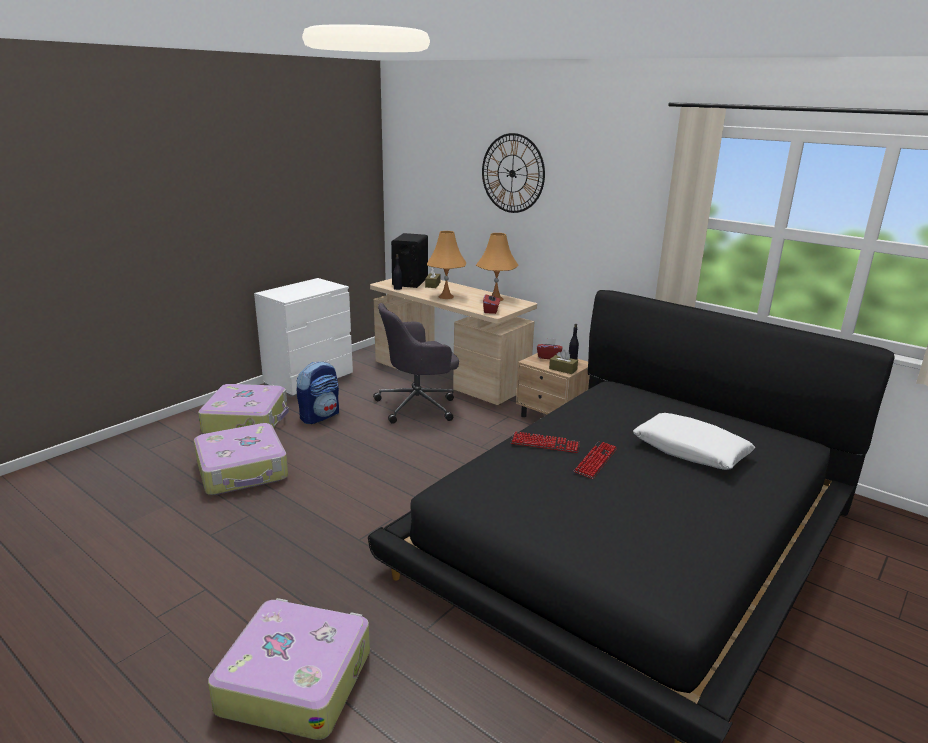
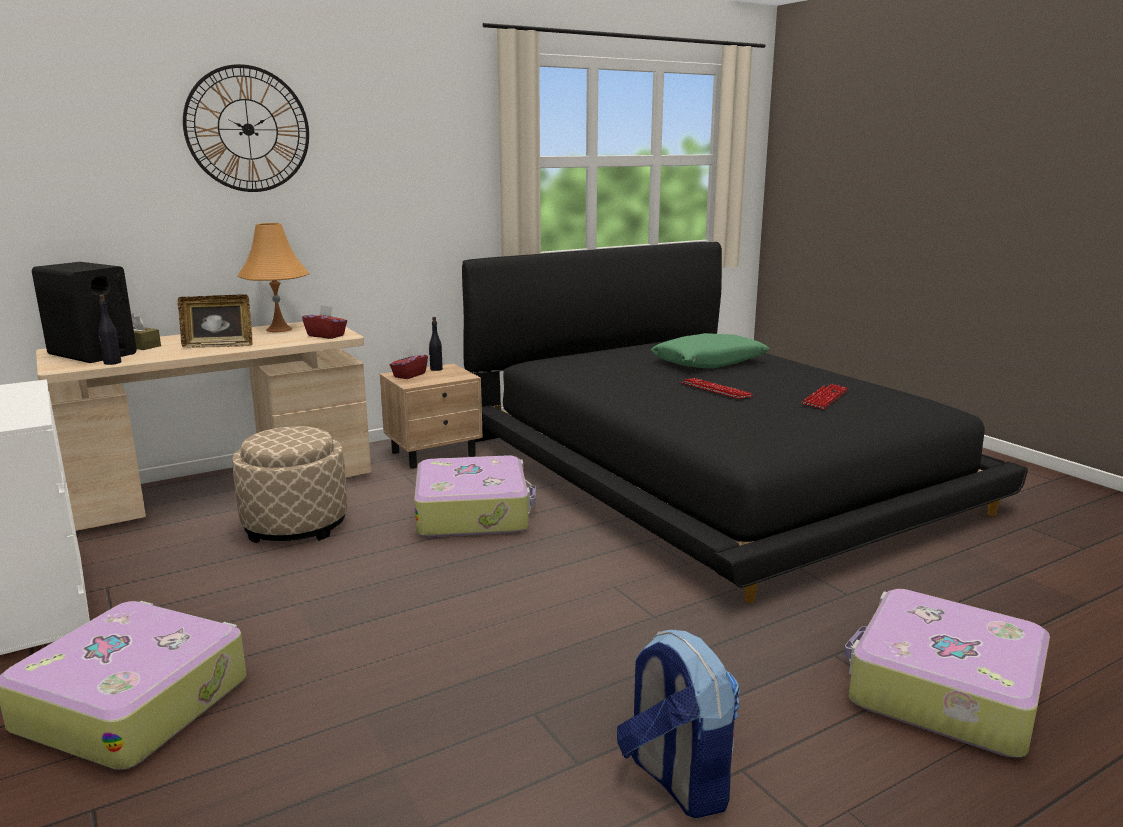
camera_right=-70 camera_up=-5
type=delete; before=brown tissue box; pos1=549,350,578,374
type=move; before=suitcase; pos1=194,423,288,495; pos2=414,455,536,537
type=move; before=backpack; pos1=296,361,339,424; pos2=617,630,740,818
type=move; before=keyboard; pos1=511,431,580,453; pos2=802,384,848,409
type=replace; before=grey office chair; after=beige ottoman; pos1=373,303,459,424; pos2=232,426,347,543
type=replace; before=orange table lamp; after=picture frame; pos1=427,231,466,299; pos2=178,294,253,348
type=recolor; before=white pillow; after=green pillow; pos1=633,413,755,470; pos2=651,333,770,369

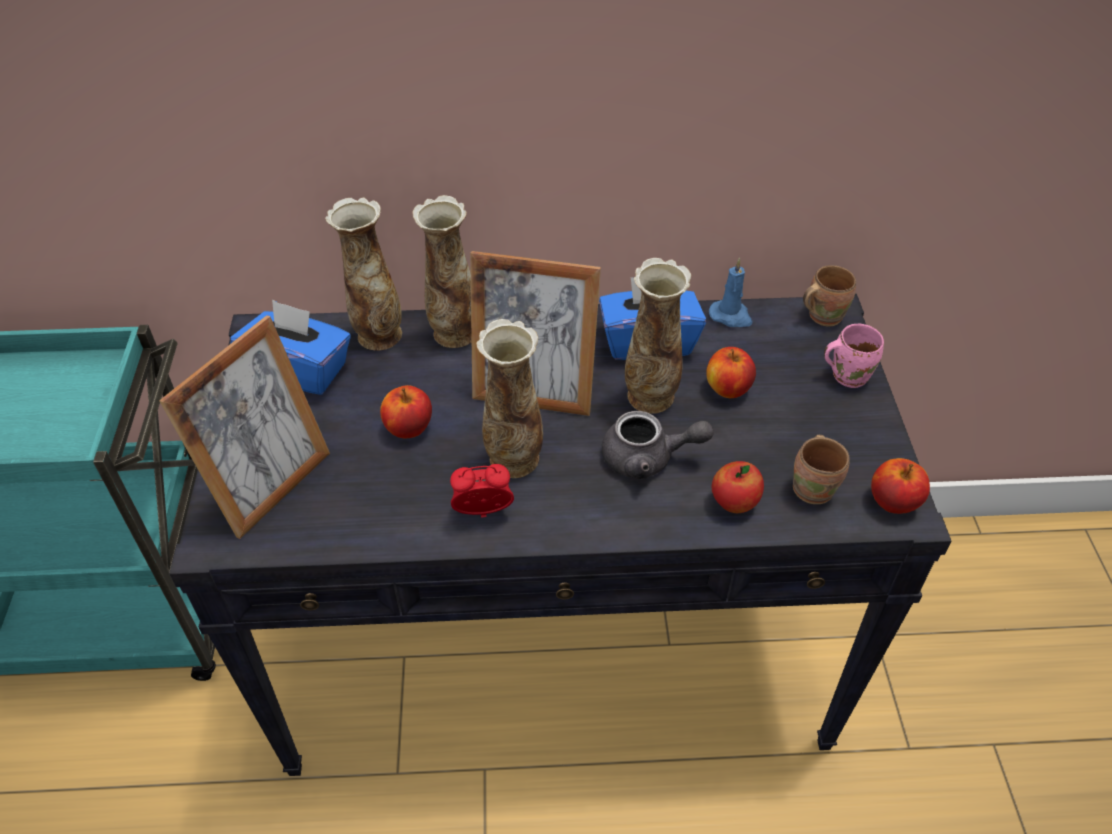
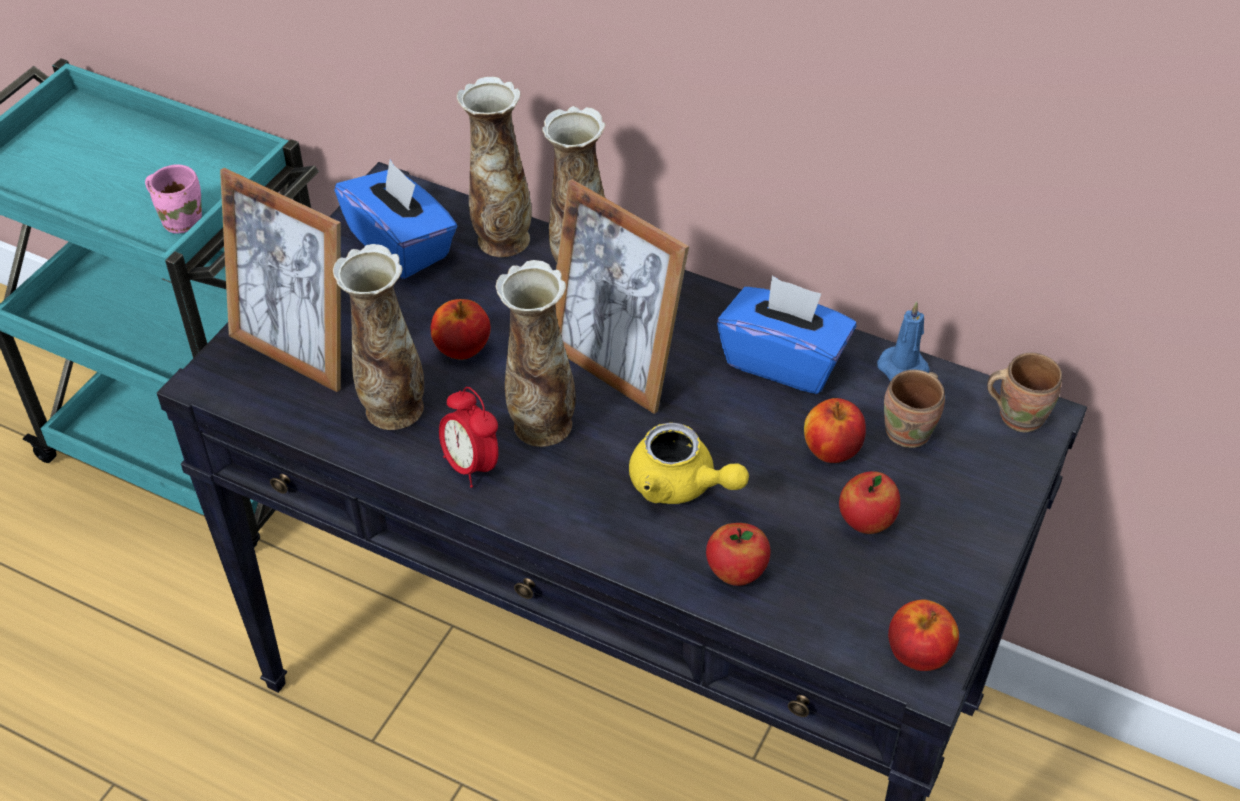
camera_right=30 camera_up=0
type=insert; after=apple; pos2=839,471,900,534
type=move; before=vase; pos1=625,258,691,414; pos2=333,244,424,430
type=move; before=brown mug; pos1=793,435,850,504; pos2=884,370,945,448
type=move; before=pink mug; pos1=824,323,884,388; pos2=145,164,202,233
type=recolor; before=grey teapot; after=yellow teapot; pos1=602,411,714,479; pos2=629,422,749,504
type=rotate; before=picture frame; pos1=159,315,330,539; pos2=220,168,341,392; turn=60
type=rotate; before=alarm clock; pos1=450,464,514,518; pos2=439,387,498,488; turn=-150

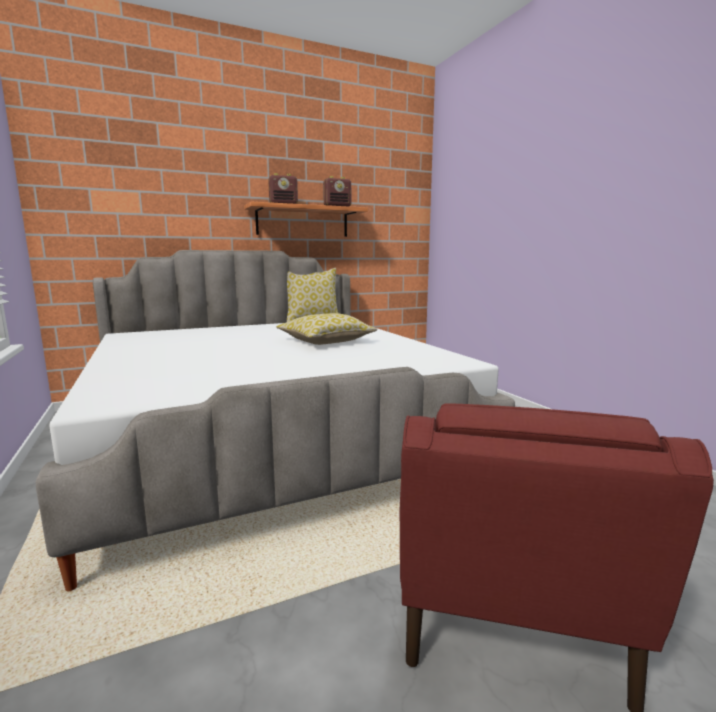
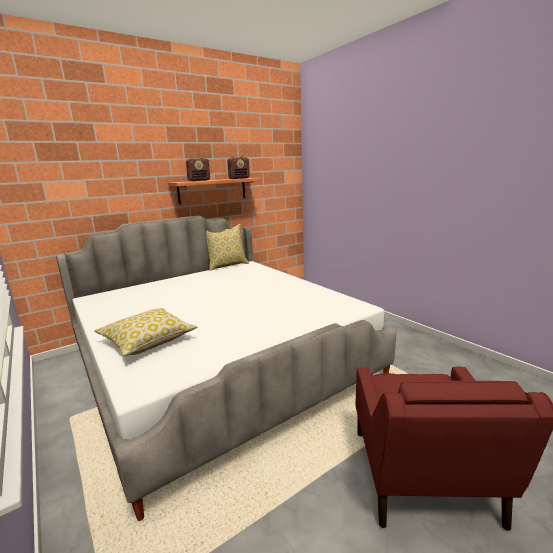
camera_right=-10 camera_up=5
type=move; before=pillow; pos1=276,313,378,345; pos2=94,308,197,356

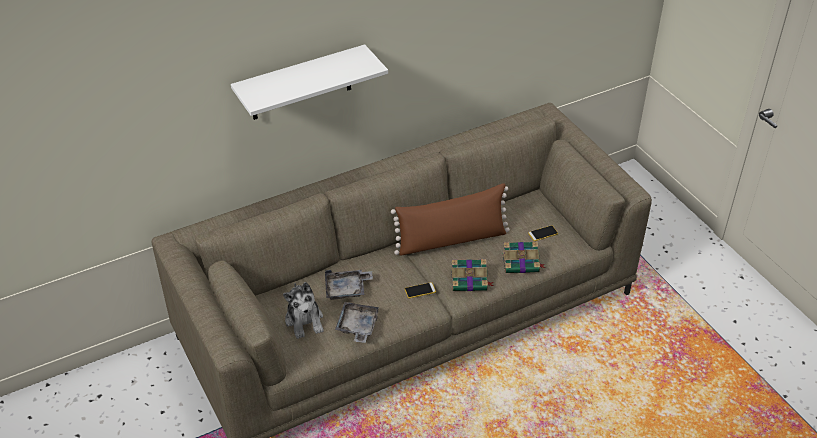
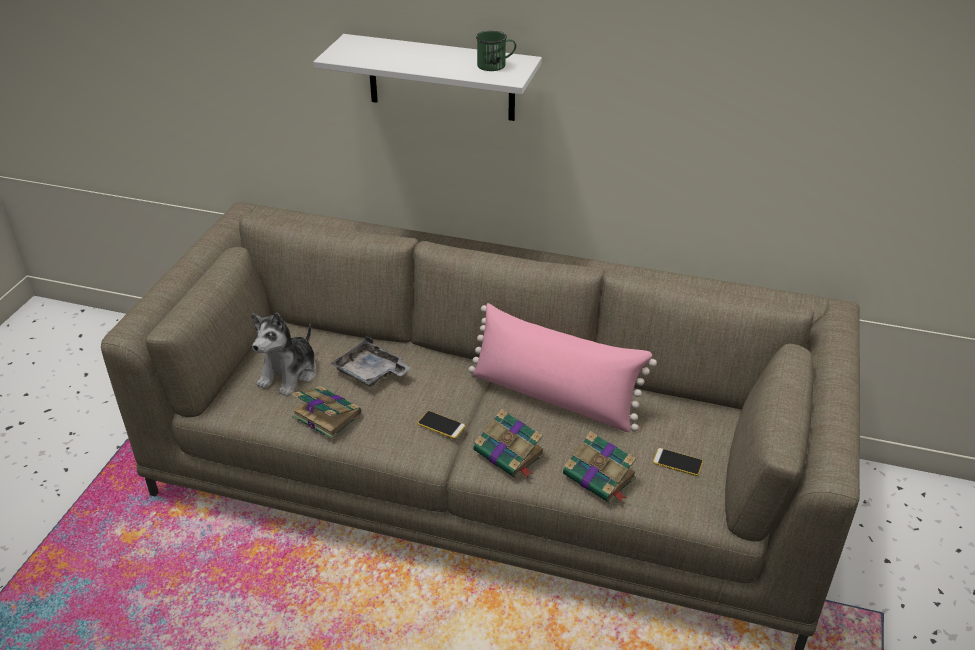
camera_right=45 camera_up=-5
type=insert; after=green mug; pos2=476,30,516,71
type=replace; before=grey tray; after=book; pos1=335,302,379,343; pos2=292,386,361,439
type=recolor; before=brown pillow; after=pink pillow; pos1=391,183,510,256; pos2=468,303,657,432

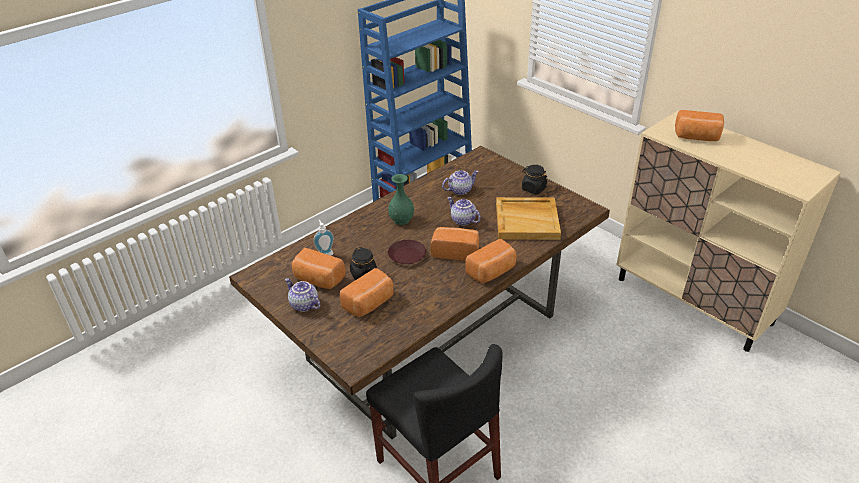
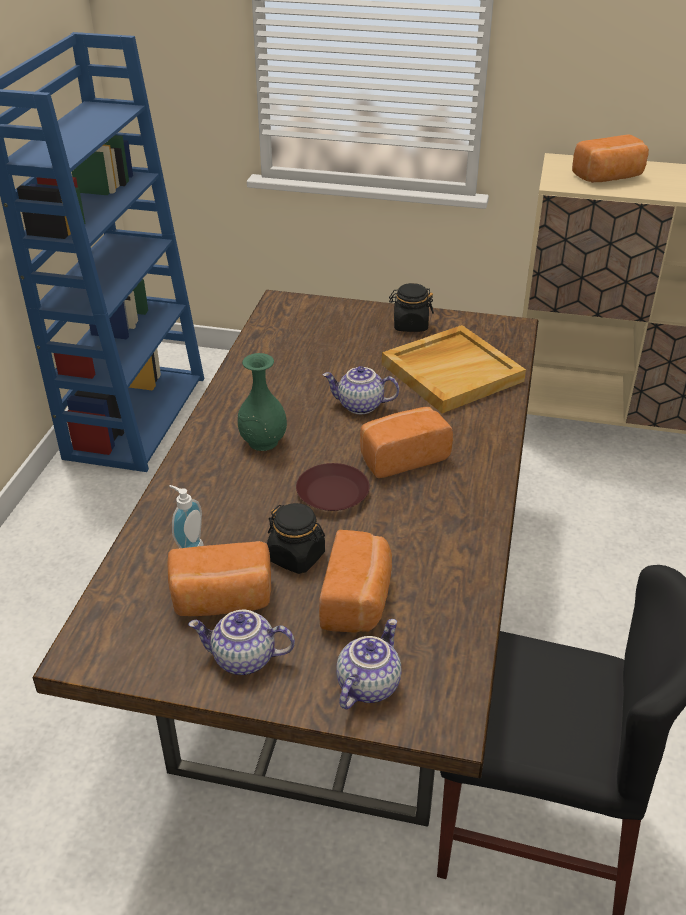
camera_right=-35 camera_up=0
type=delete; before=bread; pos1=465,239,516,283
type=move; before=teapot; pos1=442,170,479,195; pos2=336,619,401,709

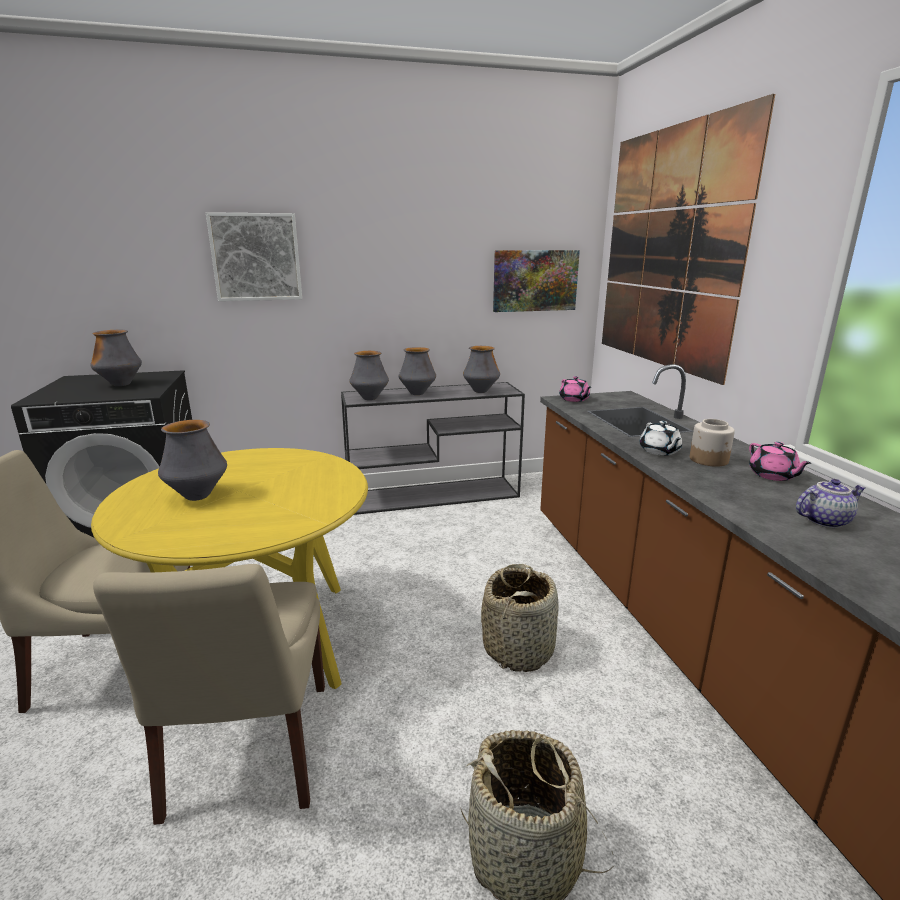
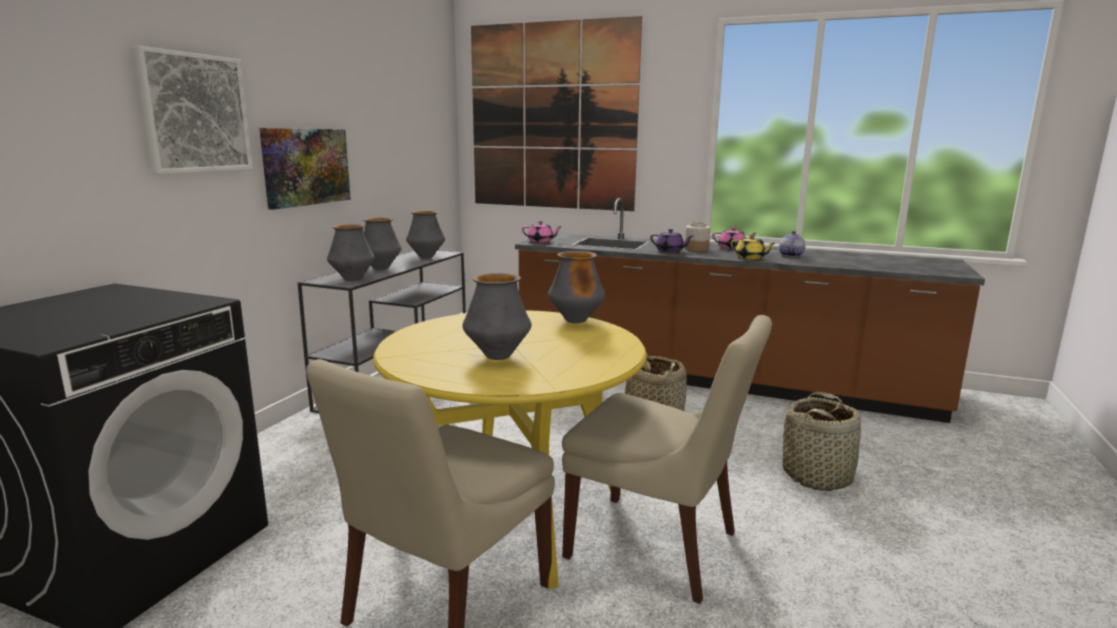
camera_right=-55 camera_up=-5
type=insert; after=yellow teapot; pos2=730,235,775,260
type=move; before=vase; pos1=90,330,142,386; pos2=548,251,605,323
type=move; before=picture; pos1=493,250,580,312; pos2=259,128,351,210
type=recolor; before=white teapot; after=purple teapot; pos1=640,421,682,456; pos2=650,229,693,252

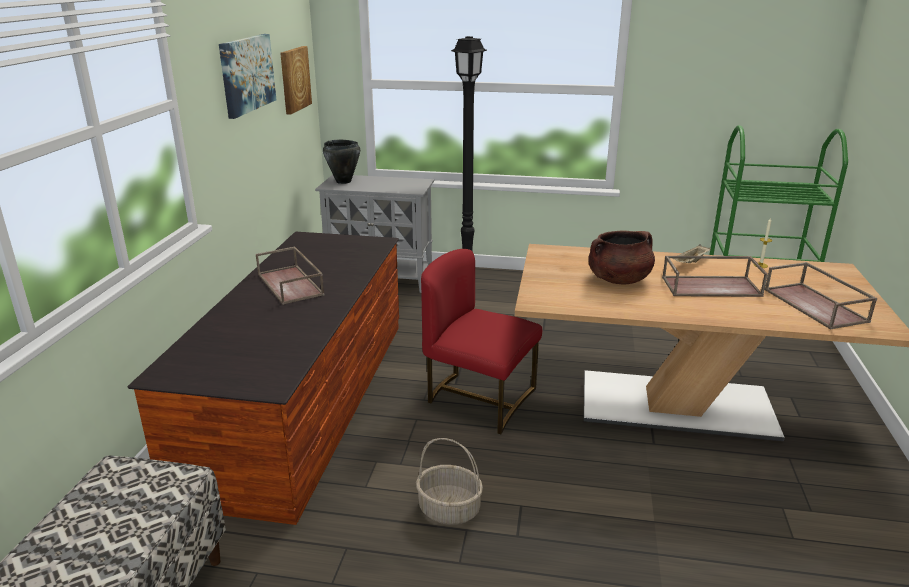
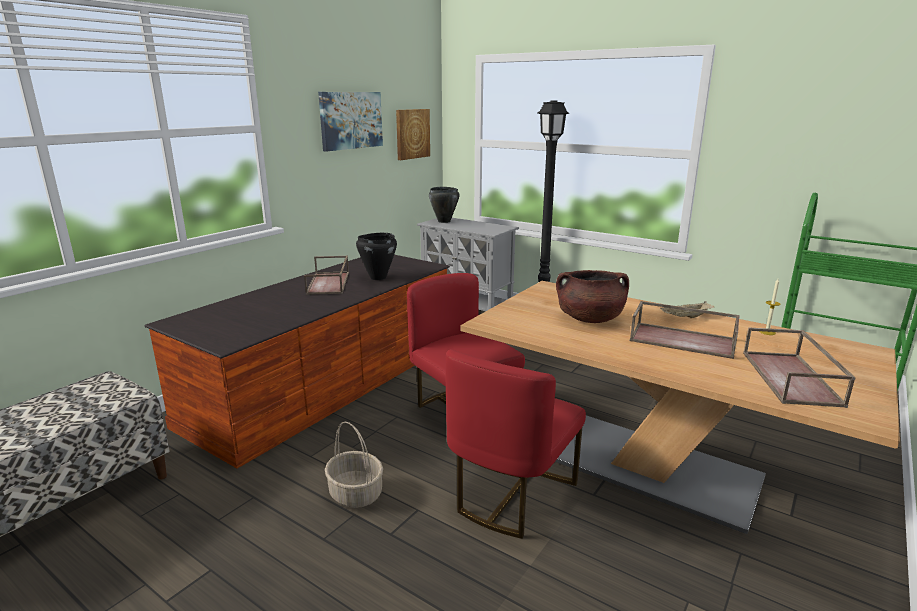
camera_right=25 camera_up=-5
type=insert; after=black cooking pot; pos2=356,233,397,280
type=insert; after=red chair; pos2=446,349,586,539

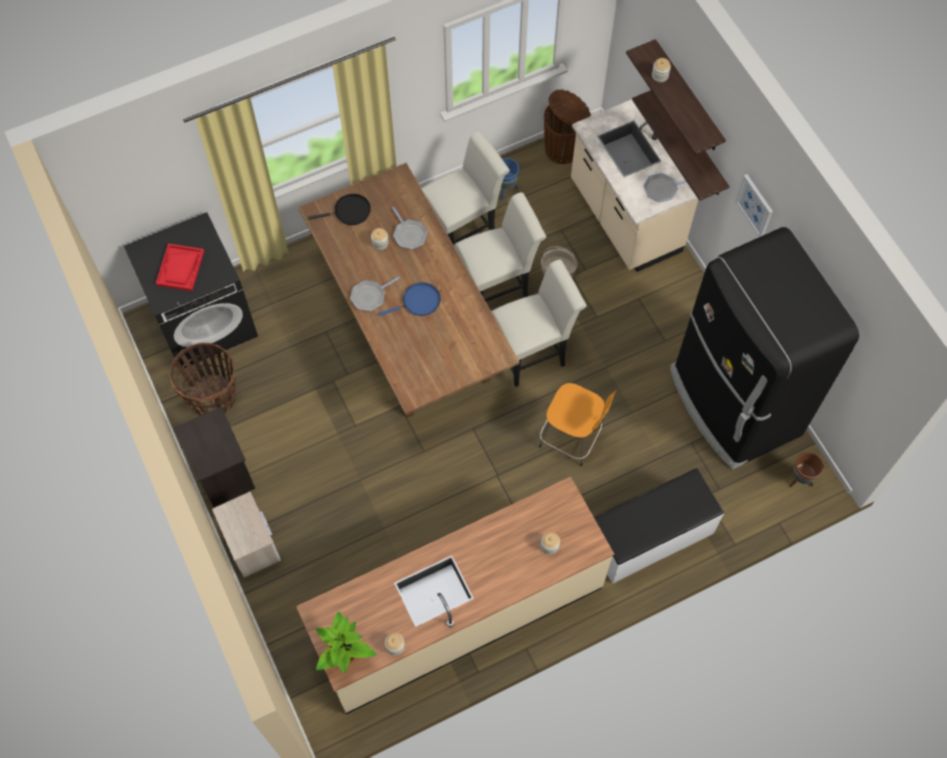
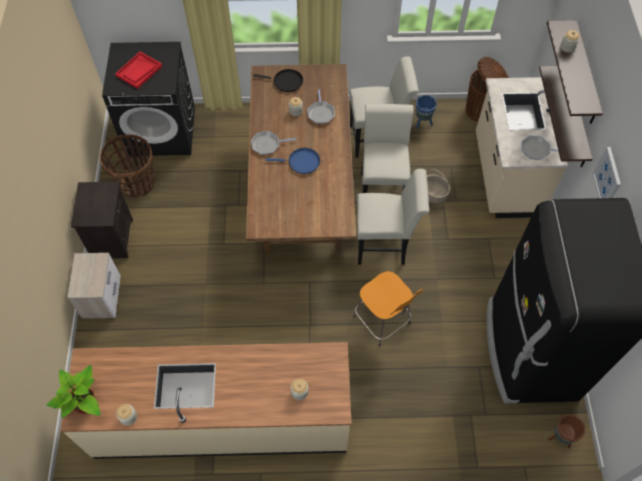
camera_right=25 camera_up=-5
type=delete; before=white bench; pos1=594,468,724,584
type=rotate; before=white chair; pos1=455,192,546,302; pos2=361,104,414,193; turn=-90

